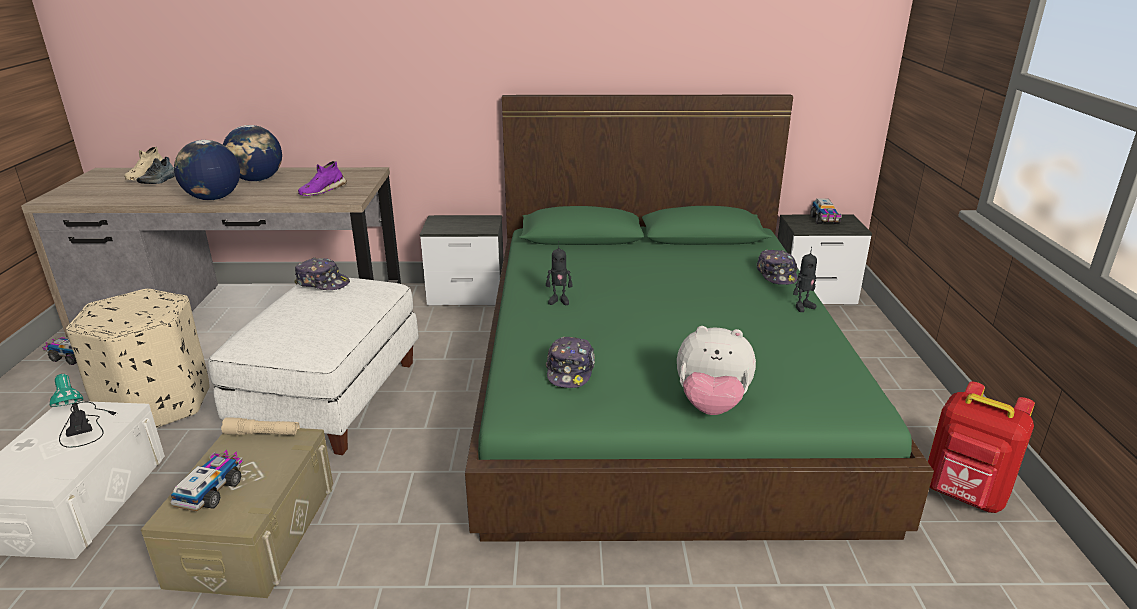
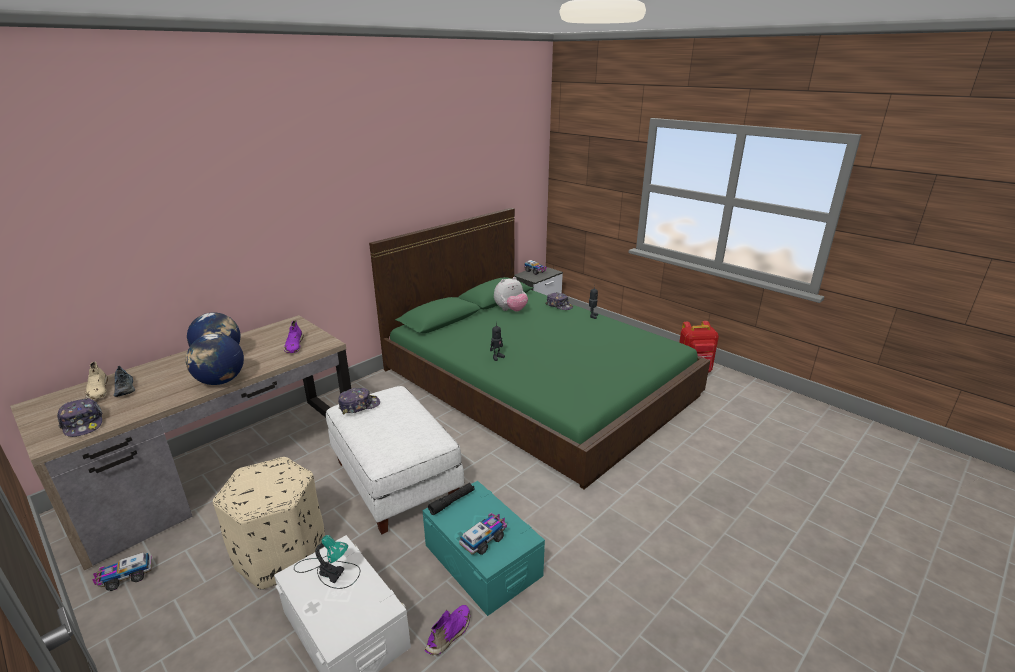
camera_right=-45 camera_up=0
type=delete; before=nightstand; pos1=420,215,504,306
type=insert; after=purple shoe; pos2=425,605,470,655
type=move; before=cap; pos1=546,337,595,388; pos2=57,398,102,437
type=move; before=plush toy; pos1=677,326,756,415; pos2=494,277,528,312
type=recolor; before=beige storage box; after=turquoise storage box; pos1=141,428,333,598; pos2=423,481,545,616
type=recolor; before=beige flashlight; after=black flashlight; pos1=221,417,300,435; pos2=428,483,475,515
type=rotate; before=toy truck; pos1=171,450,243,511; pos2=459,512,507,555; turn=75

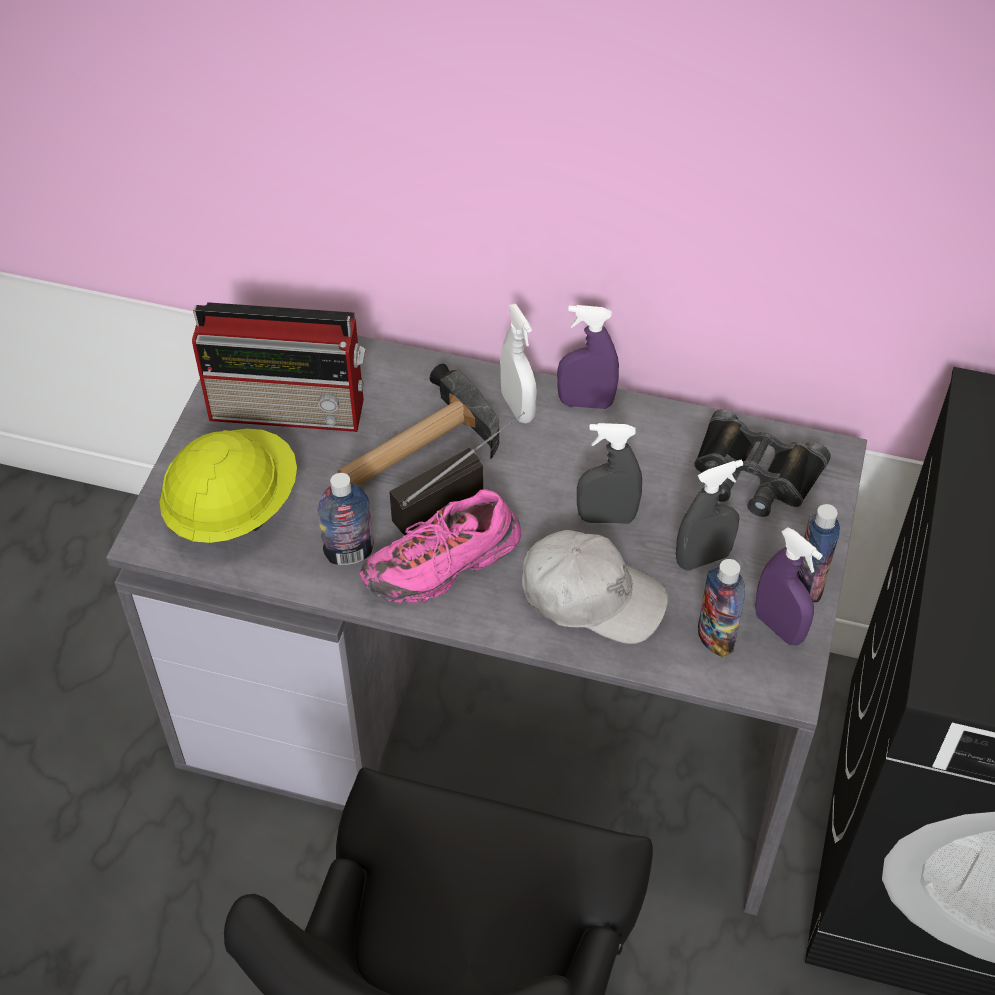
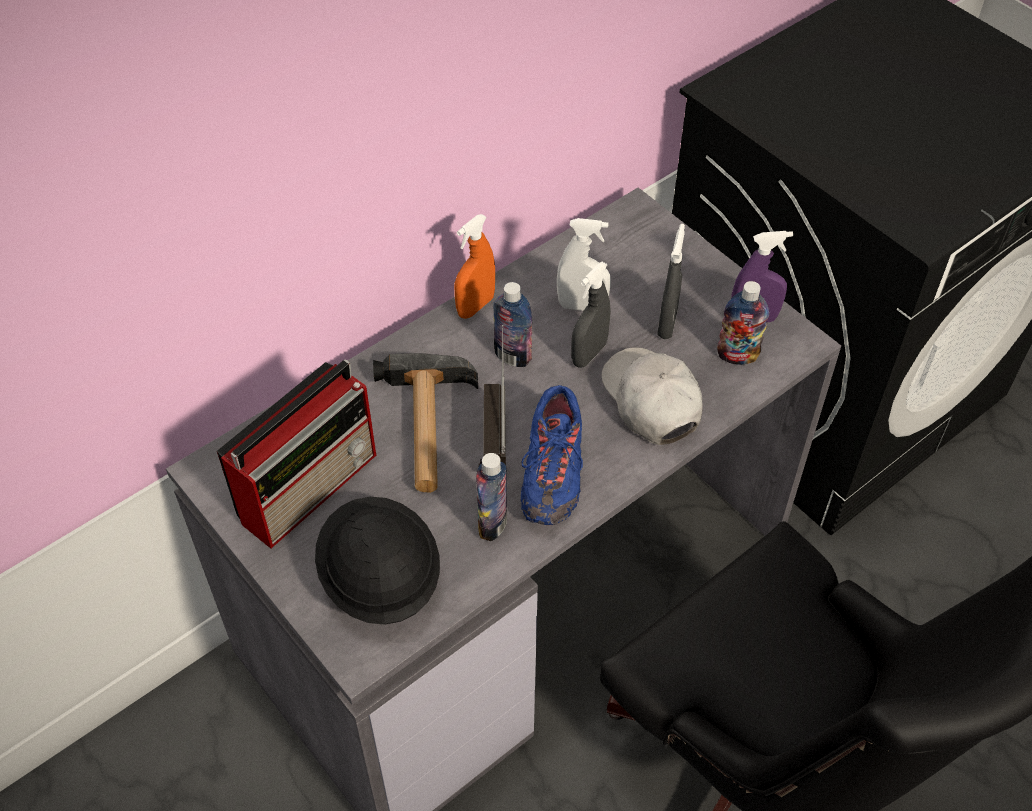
camera_right=-55 camera_up=0
type=delete; before=black binoculars; pos1=694,410,831,517
type=move; before=white spray bottle; pos1=500,303,537,423; pos2=557,218,611,311
type=move; before=bottle; pos1=797,504,840,602; pos2=493,282,532,367
type=recolor; before=yellow hard hat; after=black hard hat; pos1=160,428,297,543; pos2=315,497,440,625
type=recolor; before=pink shoe; after=blue shoe; pos1=359,489,521,603; pos2=521,385,583,526
type=recolor; before=purple spray bottle; after=orange spray bottle; pos1=557,305,619,409; pos2=454,214,495,319
type=rotate; before=white cap; pos1=521,530,668,644; pos2=602,347,702,445; turn=-75

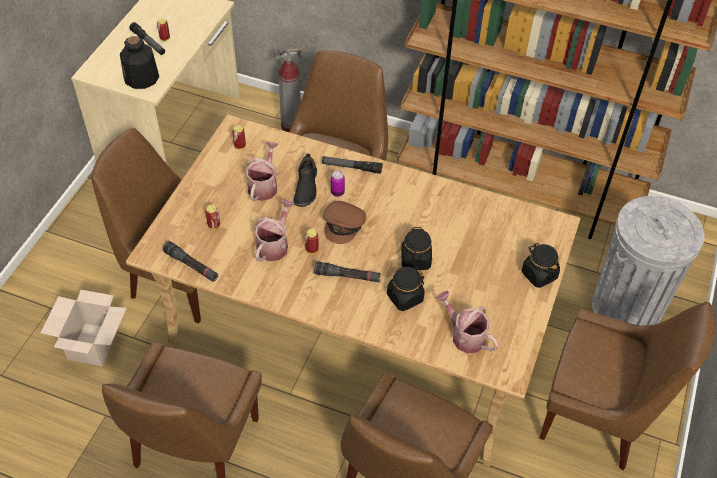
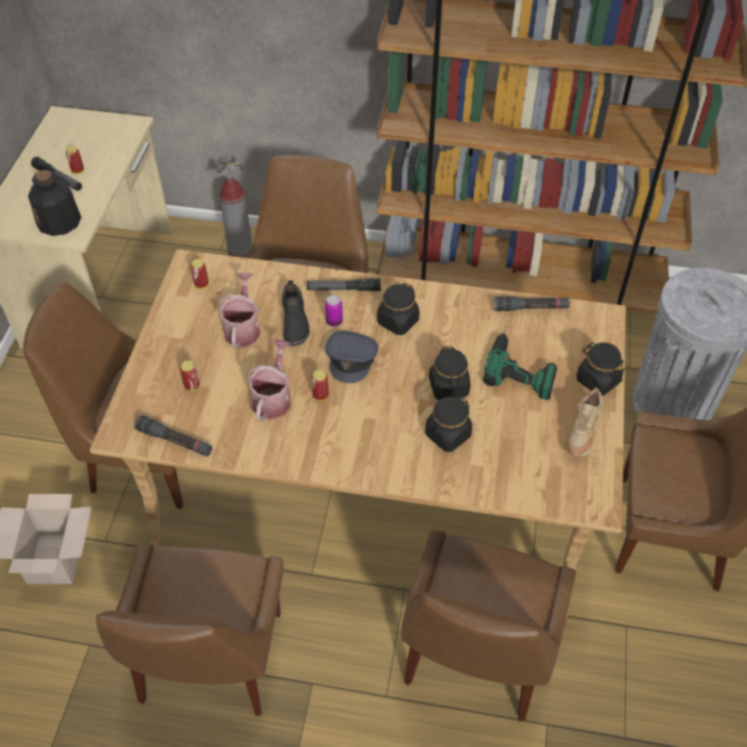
camera_right=-10 camera_up=0
type=delete; before=watering can; pos1=436,291,498,354
type=insert; after=black jar; pos2=377,283,420,335
type=insert; after=power drill; pos2=483,324,557,400
type=insert; after=beige shoe; pos2=566,388,603,457
type=move; before=black flashlight; pos1=314,262,381,282; pos2=494,296,570,311
type=recolor; before=brown cap; after=grey cap; pos1=323,201,366,244; pos2=325,331,378,383

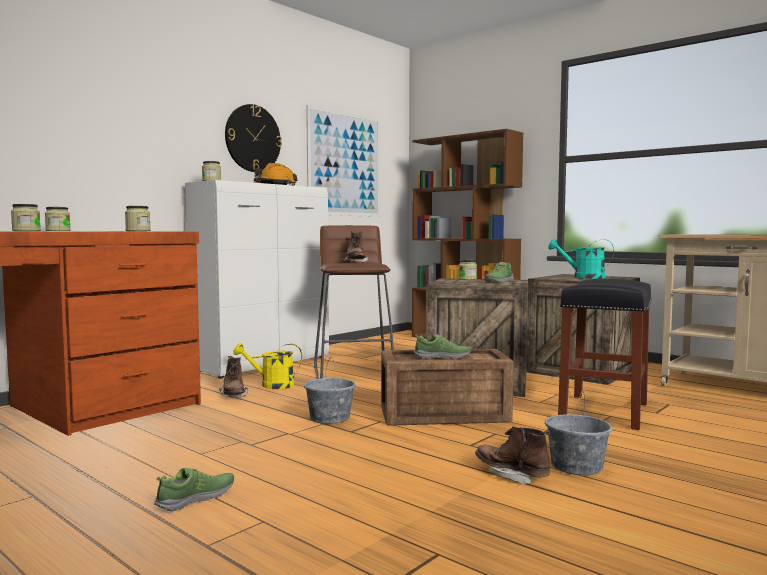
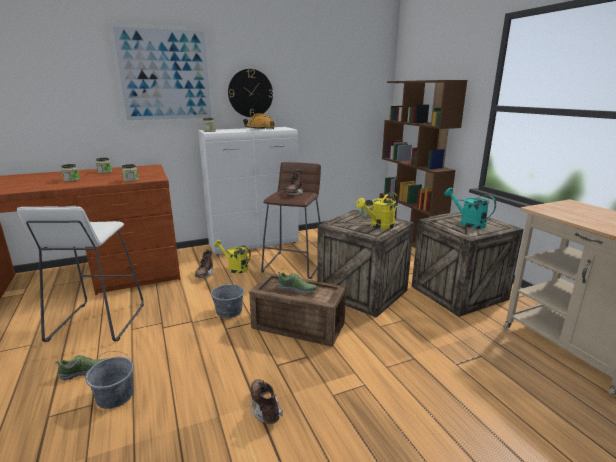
camera_right=25 camera_up=15
type=delete; before=black stool; pos1=558,278,652,430
type=insert; after=white stool; pos2=17,207,144,342
type=move; before=picture; pos1=306,105,380,217; pos2=109,23,215,124
type=move; before=grey bucket; pos1=545,390,612,475; pos2=85,351,134,409
type=replace; before=shoe; after=yellow watering can; pos1=484,261,514,283; pos2=356,192,398,229

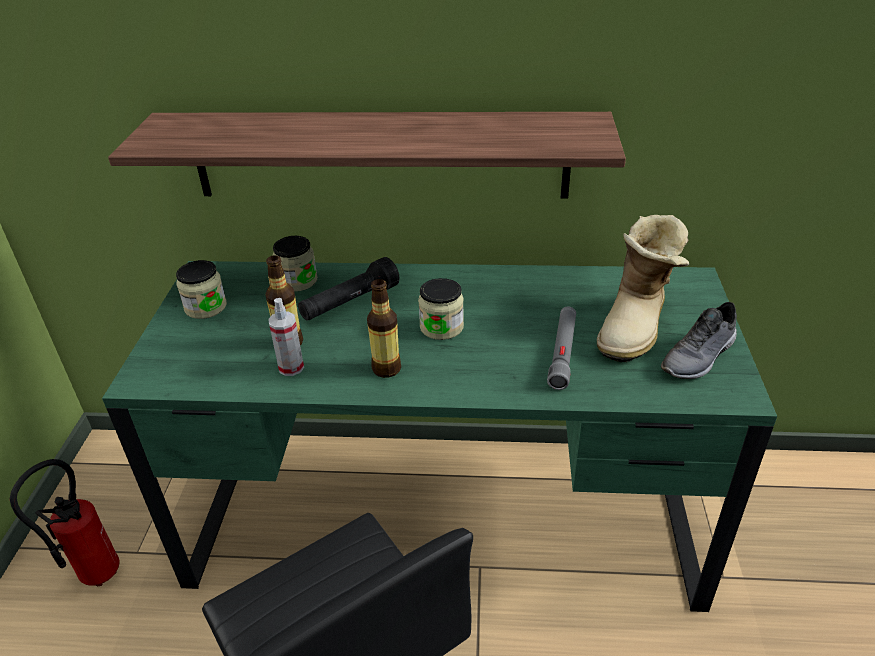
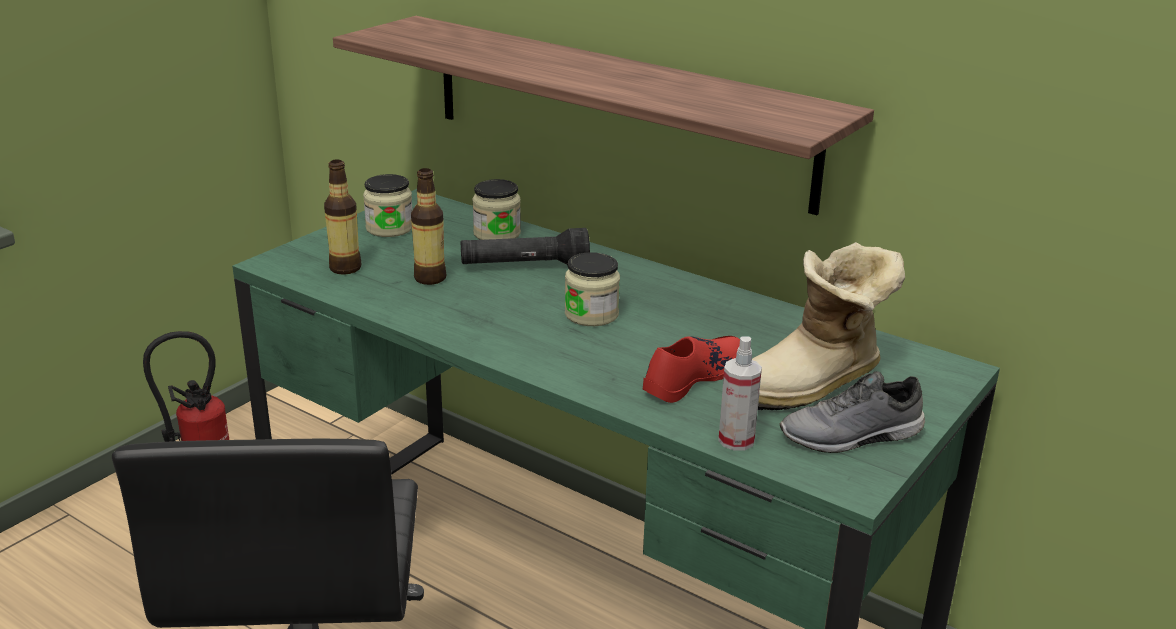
camera_right=30 camera_up=-10
type=move; before=spray bottle; pos1=268,298,304,376; pos2=718,336,762,451
type=move; before=bottle; pos1=367,279,401,378; pos2=324,159,362,275
type=replace; before=grey flashlight; after=red shoe; pos1=547,307,576,390; pos2=643,336,740,403

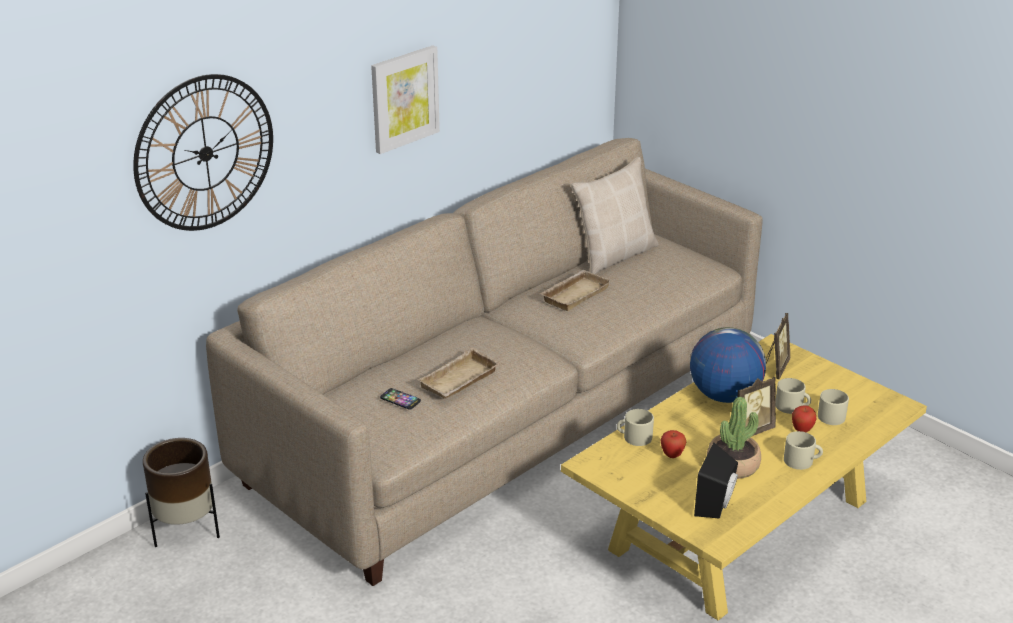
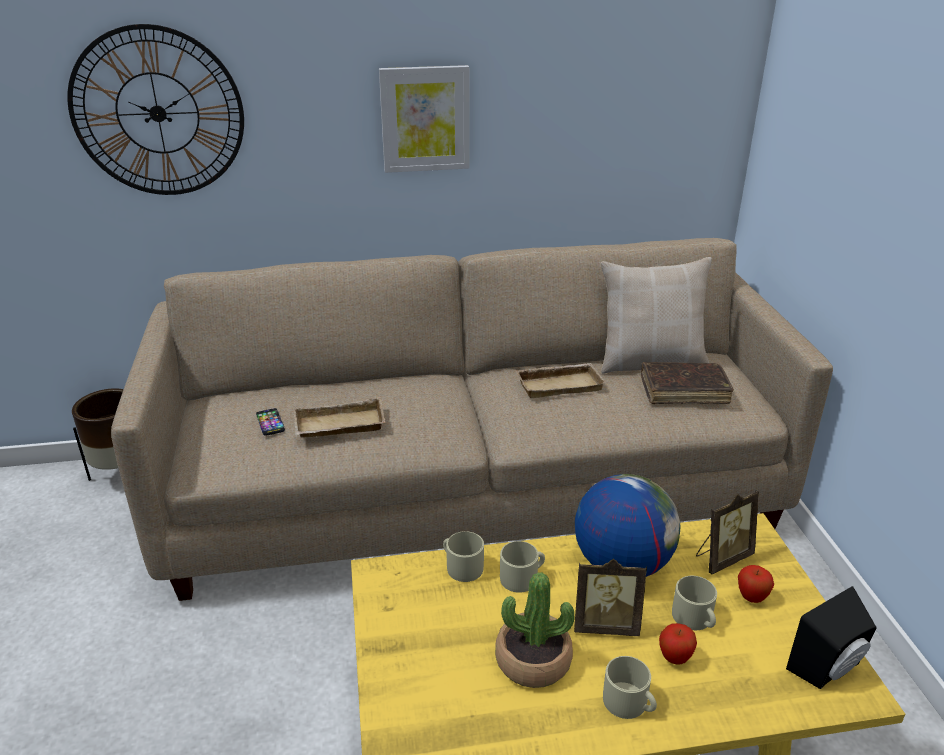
camera_right=35 camera_up=0
type=insert; after=brown book; pos2=641,362,734,404
type=move; before=apple; pos1=660,430,686,458; pos2=738,565,774,603
type=move; before=black speaker; pos1=694,443,738,518; pos2=786,586,876,689
type=move; before=beige mug; pos1=818,389,849,425; pos2=500,541,545,593

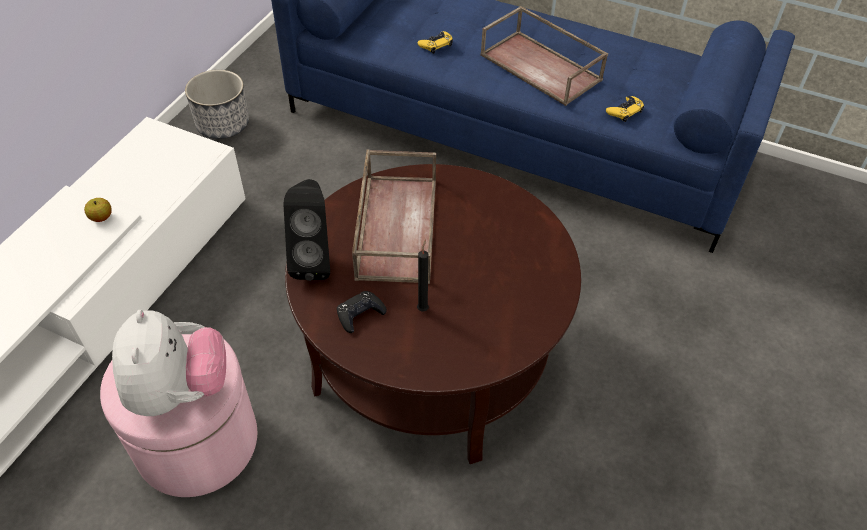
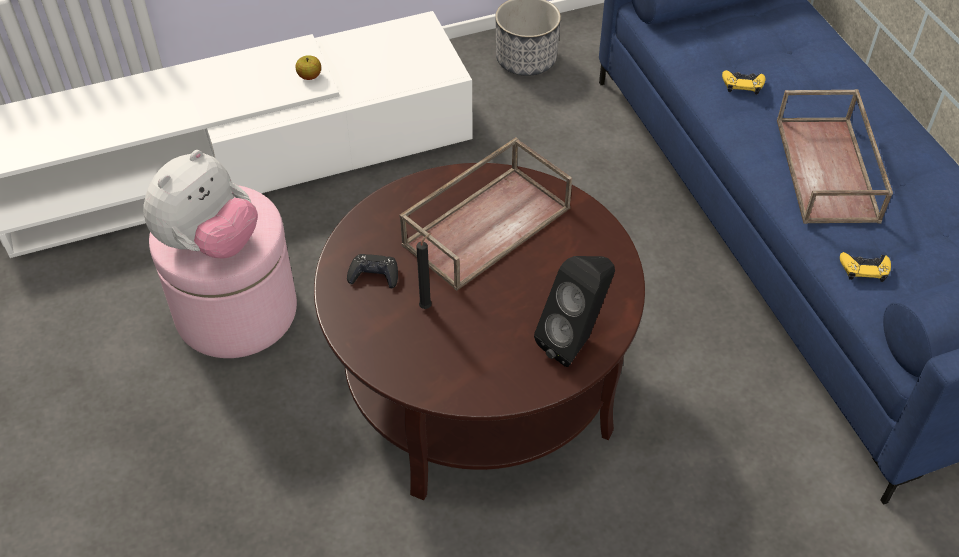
camera_right=45 camera_up=0
type=move; before=black speaker; pos1=284,179,330,281; pos2=534,256,615,367

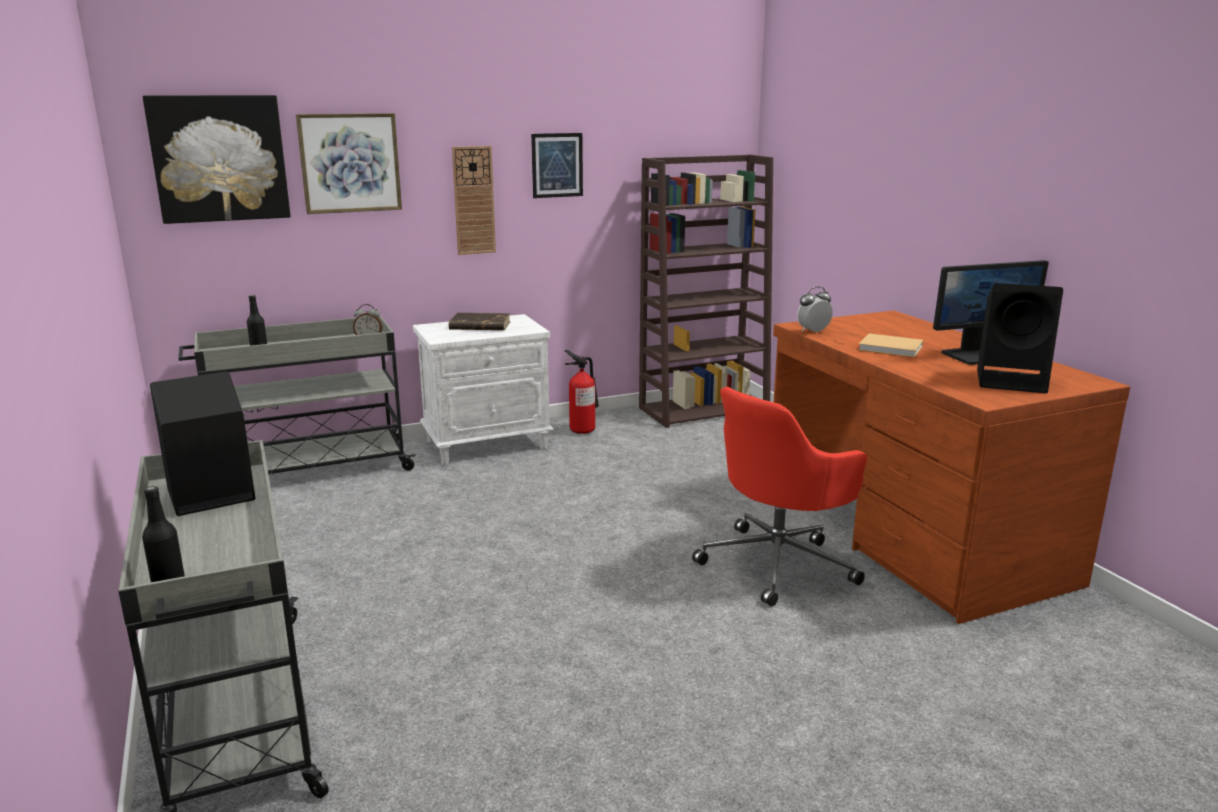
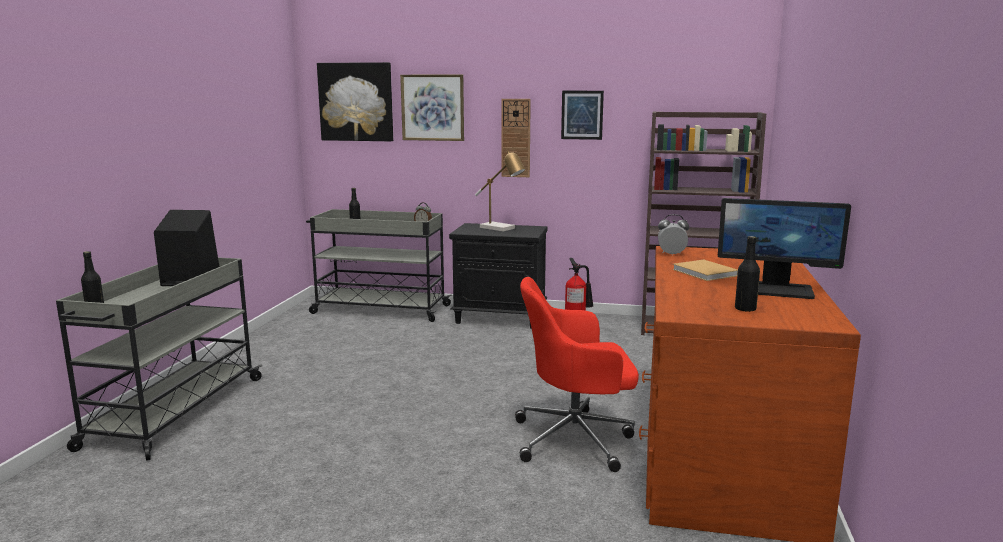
camera_right=35 camera_up=-5
type=replace; before=brown book; after=table lamp; pos1=449,313,510,330; pos2=475,151,525,232
type=replace; before=black speaker; after=black bottle; pos1=977,283,1063,393; pos2=735,236,760,312
type=recolor; before=white nightstand; after=black nightstand; pos1=413,314,554,465; pos2=449,223,548,329

